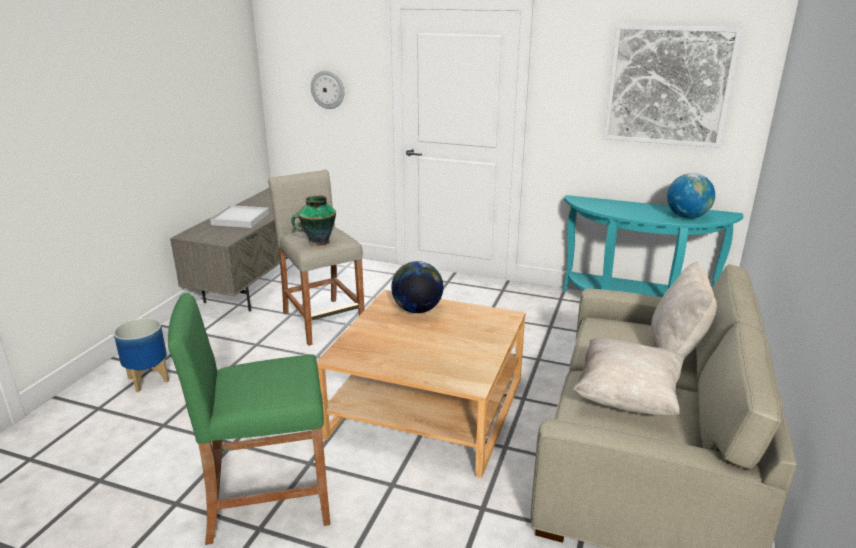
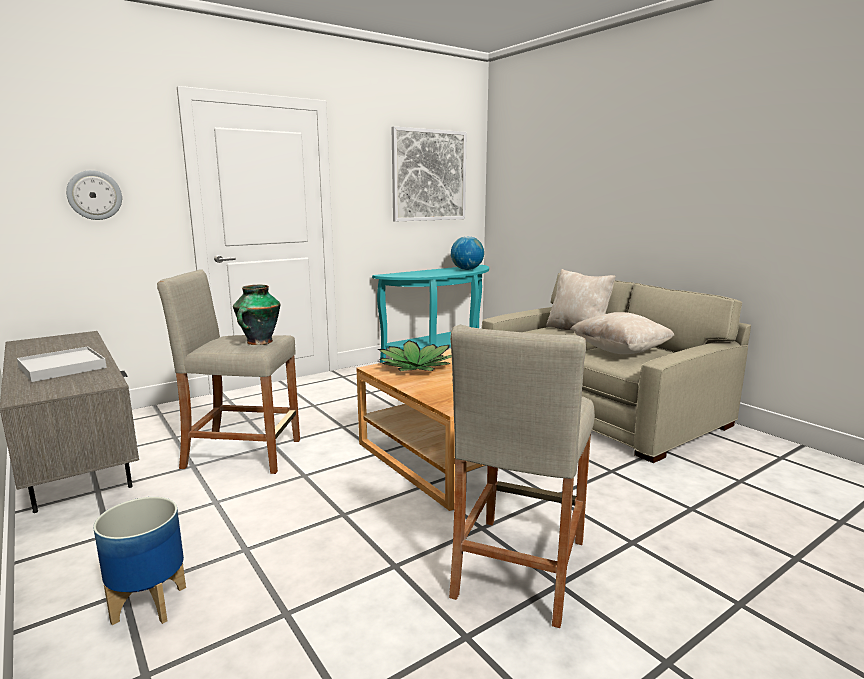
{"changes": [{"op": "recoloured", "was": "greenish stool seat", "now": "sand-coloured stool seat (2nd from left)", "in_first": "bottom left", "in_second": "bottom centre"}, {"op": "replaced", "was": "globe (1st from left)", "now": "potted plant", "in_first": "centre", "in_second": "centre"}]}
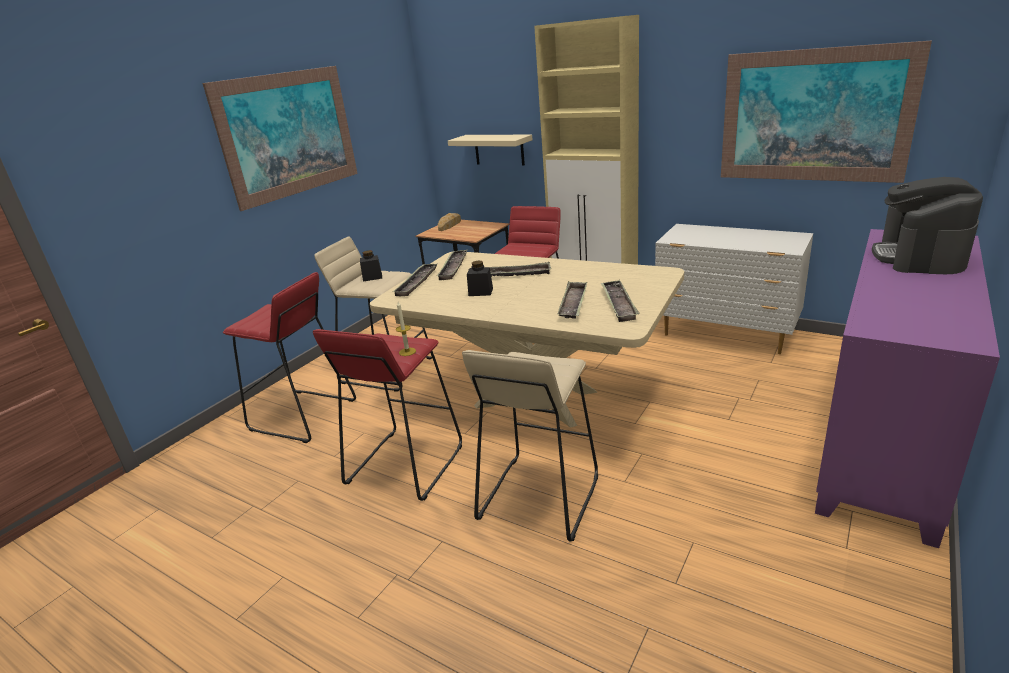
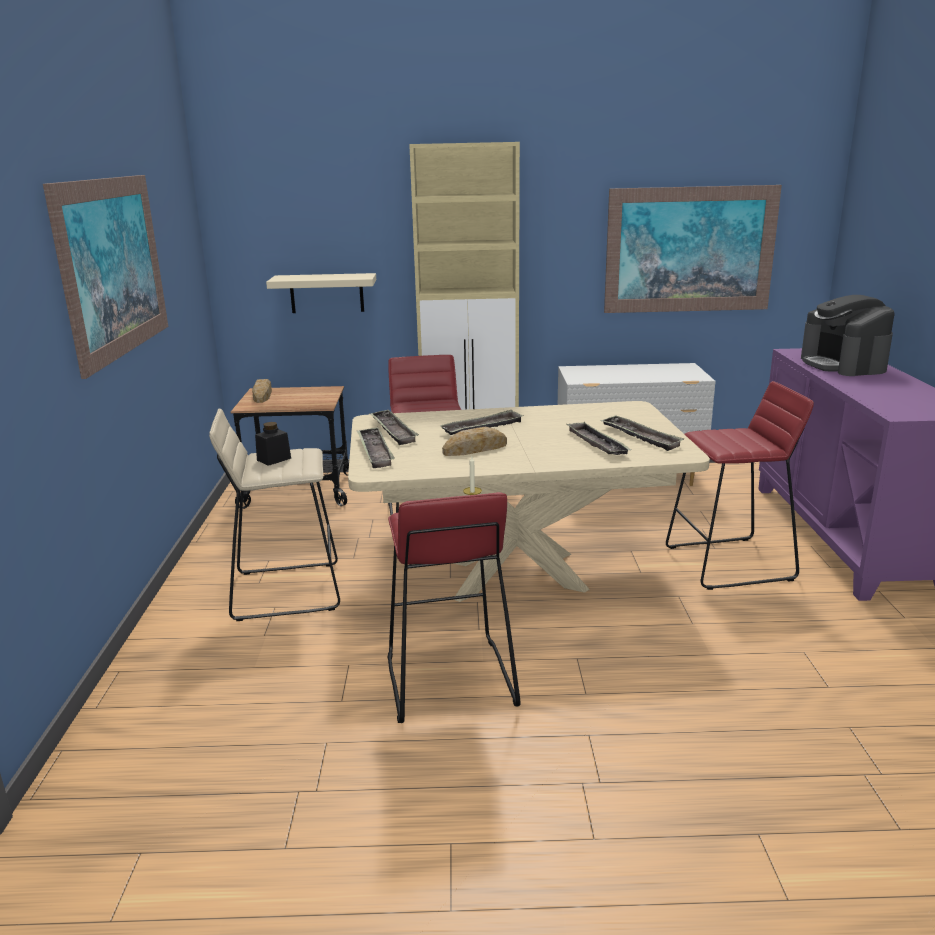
{"changes": [{"op": "moved", "was": "reddish stool seat (1st from left in the first image)", "now": "reddish stool seat (3rd from left)", "in_first": "middle left", "in_second": "middle right"}, {"op": "removed", "was": "sand-coloured stool seat (2nd from left)", "in_first": "centre"}, {"op": "replaced", "was": "black jar (2nd from left)", "now": "bakery bread (2nd from left)", "in_first": "centre", "in_second": "centre"}]}
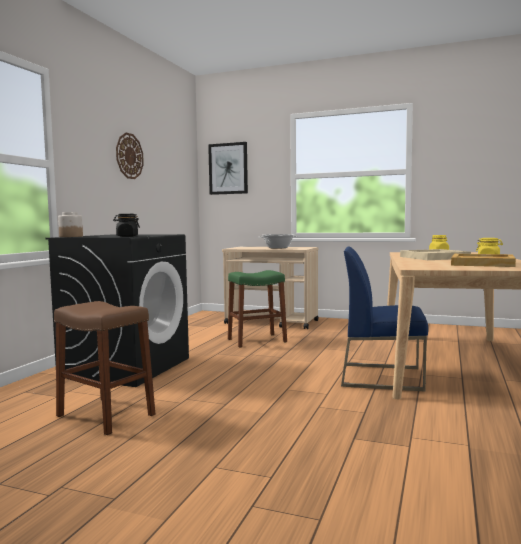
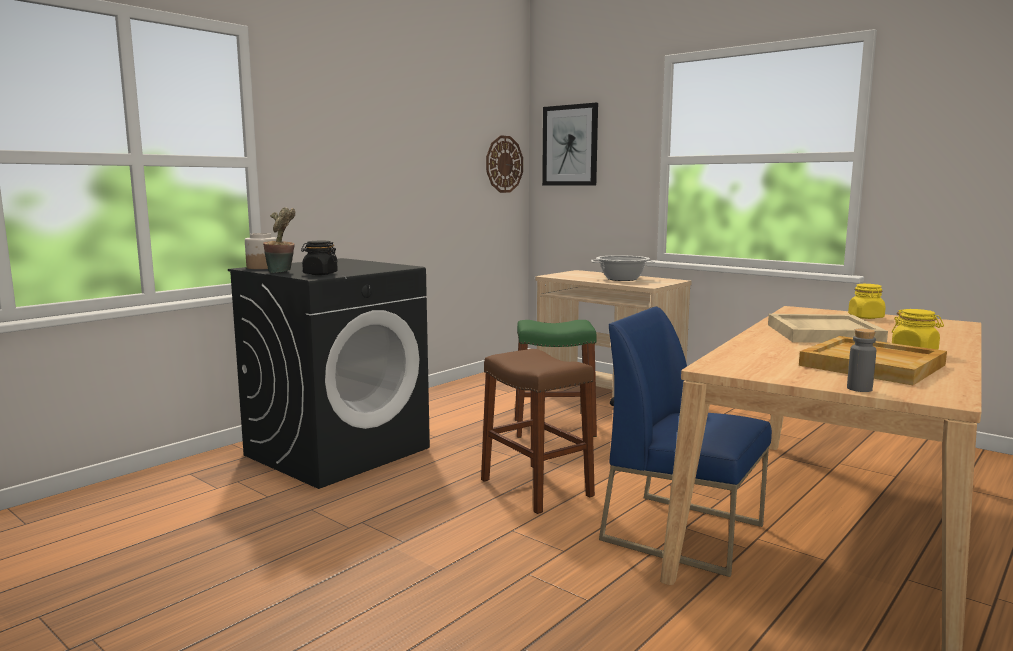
{"changes": [{"op": "moved", "was": "brownish stool seat", "in_first": "bottom left", "in_second": "centre"}, {"op": "moved", "was": "wall clock", "in_first": "top left", "in_second": "top centre"}, {"op": "added", "now": "potted plant", "in_second": "middle left"}, {"op": "added", "now": "grey drink bottle", "in_second": "middle right"}]}
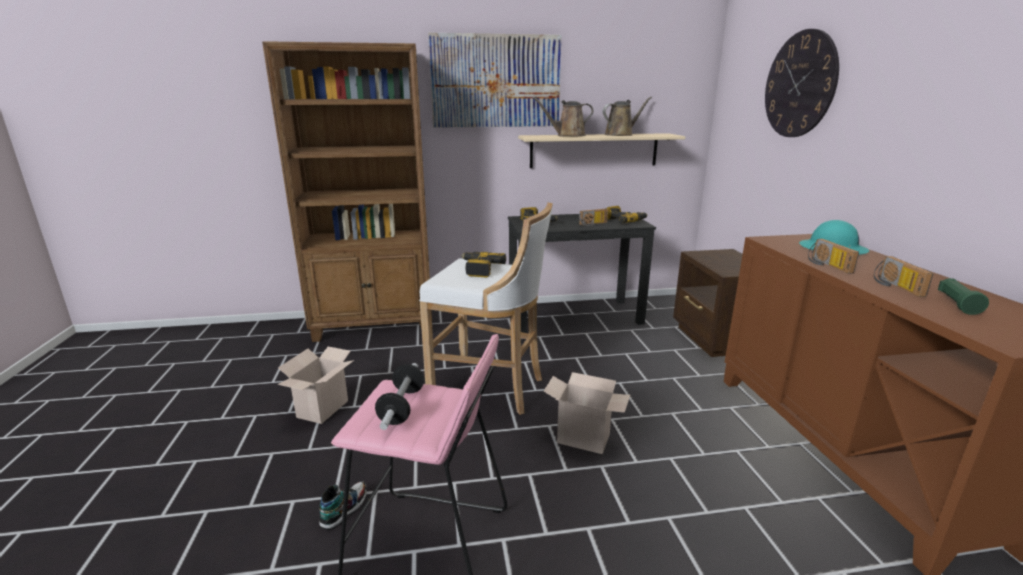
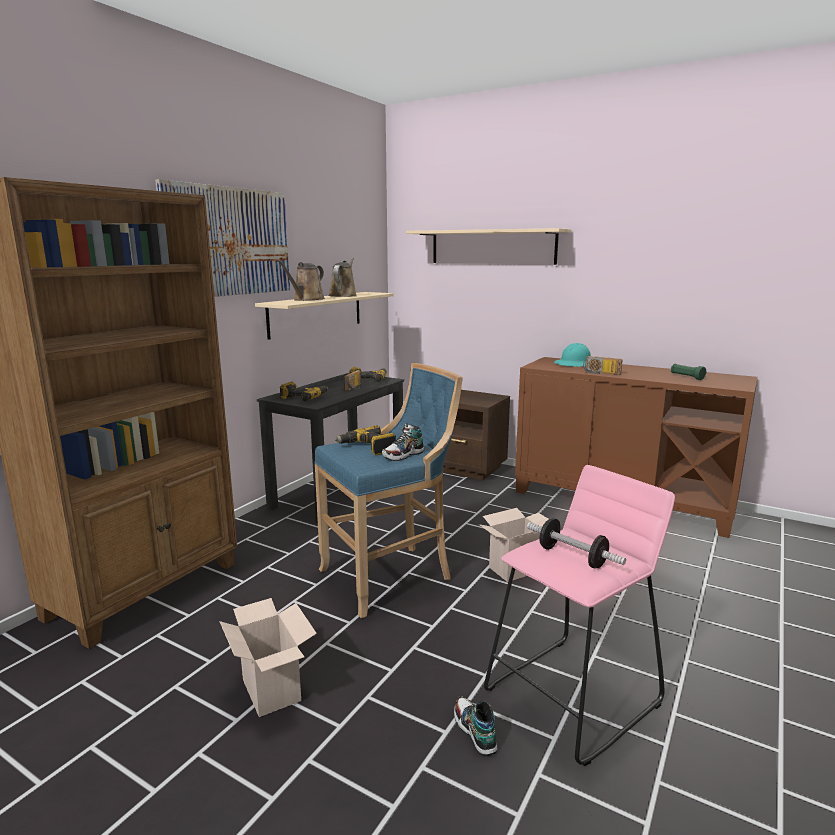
{"changes": [{"op": "recoloured", "was": "white stool seat", "now": "blue stool seat", "in_first": "centre", "in_second": "centre"}, {"op": "replaced", "was": "wall clock", "now": "sand-coloured bracket shelf (2nd from left)", "in_first": "top right", "in_second": "top centre"}, {"op": "removed", "was": "radio (3rd from left)", "in_first": "middle right"}, {"op": "added", "now": "low shoe (1st from left)", "in_second": "centre"}]}
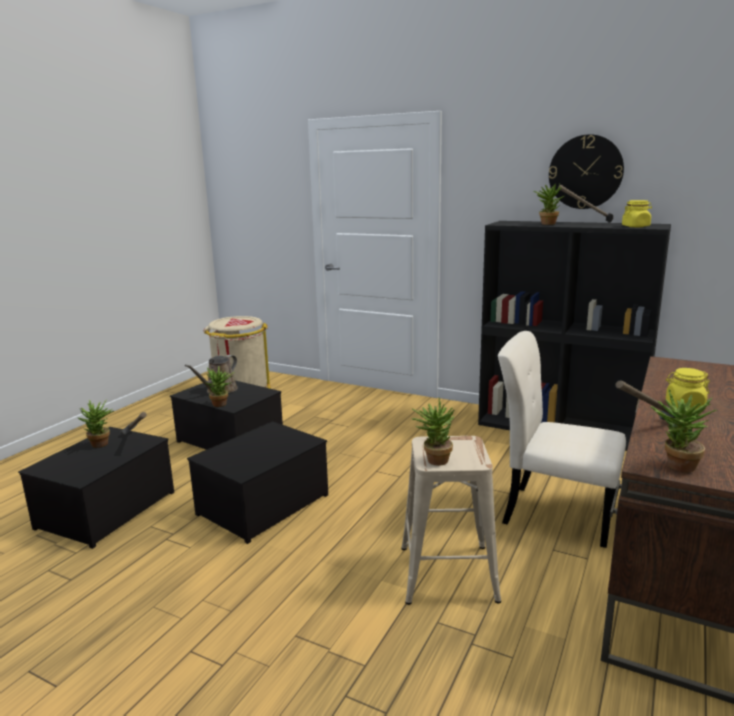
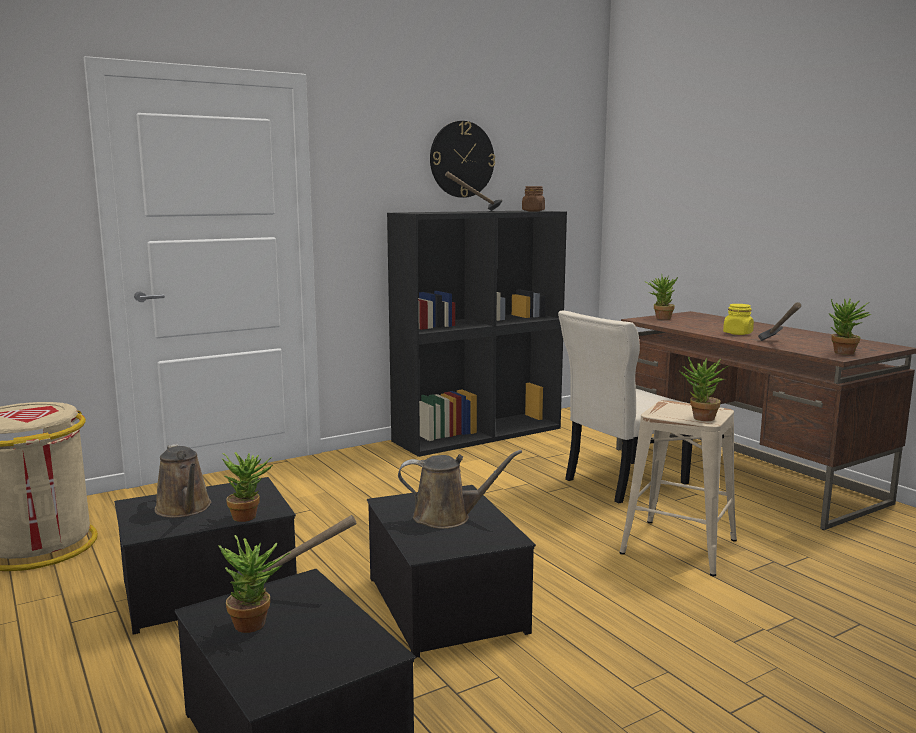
{"changes": [{"op": "moved", "was": "potted plant (4th from left in the first image)", "now": "potted plant (3rd from left)", "in_first": "top right", "in_second": "middle right"}, {"op": "recoloured", "was": "yellowish jar (1st from left)", "now": "brownish jar", "in_first": "top right", "in_second": "top centre"}, {"op": "added", "now": "brownish watering can (2nd from left)", "in_second": "bottom centre"}]}
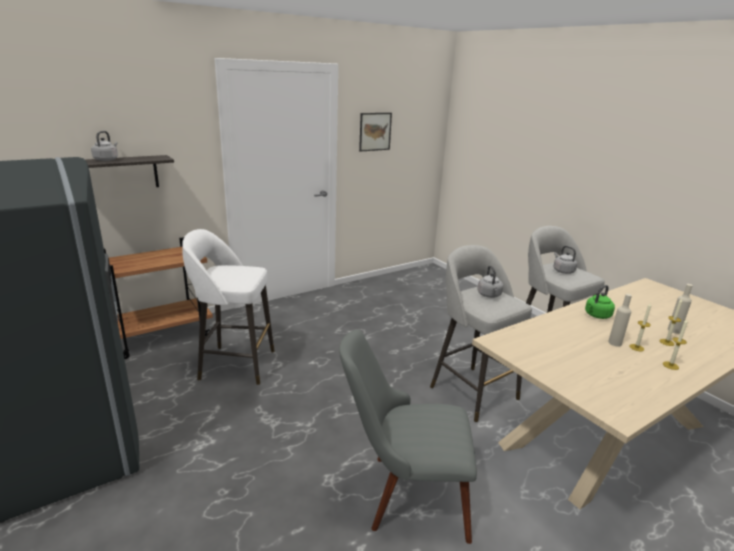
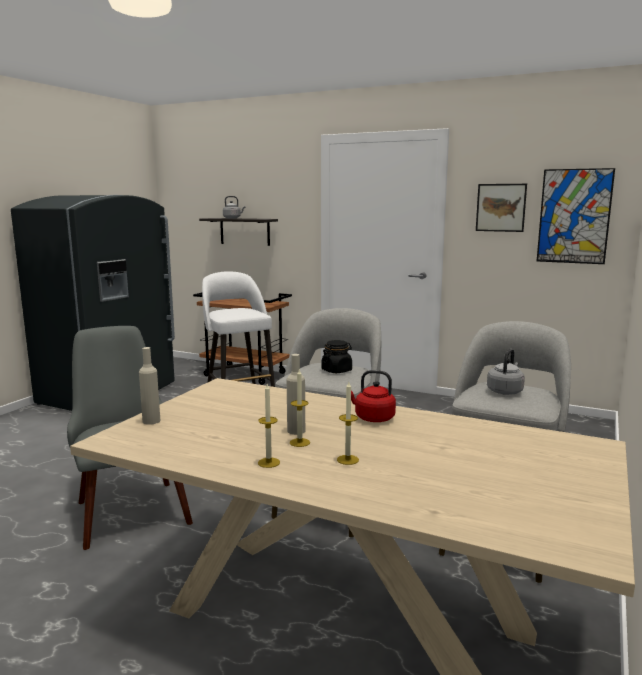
{"changes": [{"op": "replaced", "was": "grey kettle (2nd from left)", "now": "black jar", "in_first": "middle right", "in_second": "centre"}, {"op": "recoloured", "was": "greenish kettle", "now": "reddish kettle", "in_first": "middle right", "in_second": "centre"}, {"op": "moved", "was": "sand-coloured drink bottle (2nd from left in the first image)", "now": "sand-coloured drink bottle (1st from left)", "in_first": "middle right", "in_second": "middle left"}, {"op": "added", "now": "picture (2nd from left)", "in_second": "top right"}]}
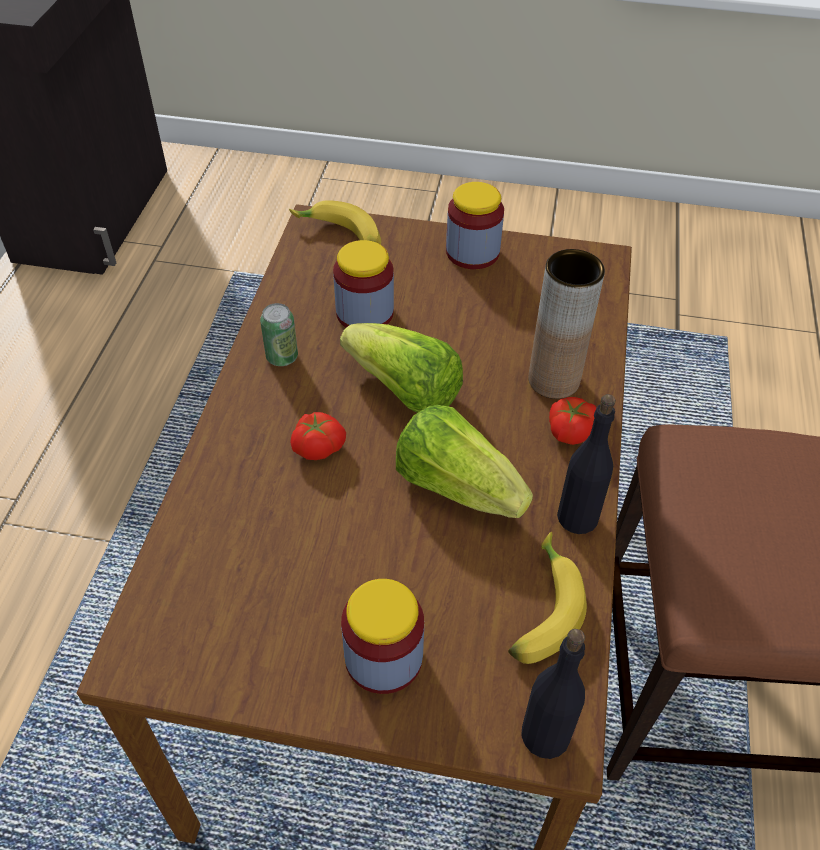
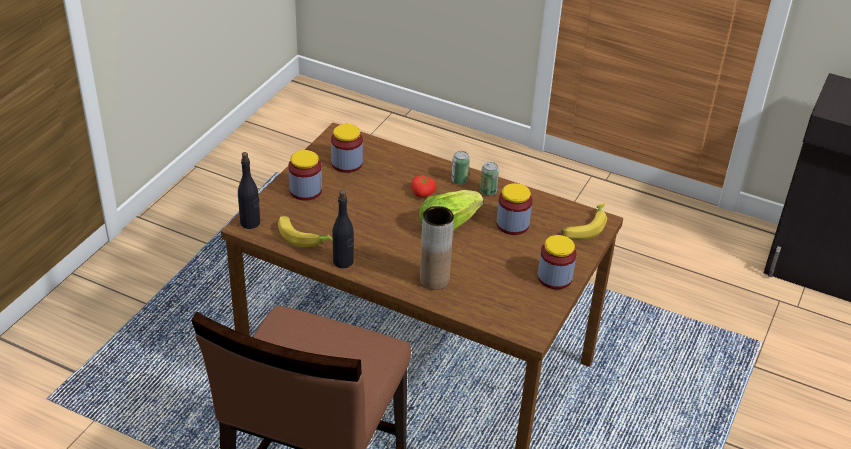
{"changes": [{"op": "removed", "was": "head of lettuce (2nd from left)", "in_first": "centre"}, {"op": "removed", "was": "whole tomato (2nd from left)", "in_first": "middle right"}, {"op": "added", "now": "jar (2nd from left)", "in_second": "top centre"}, {"op": "added", "now": "can (1st from left)", "in_second": "centre"}]}
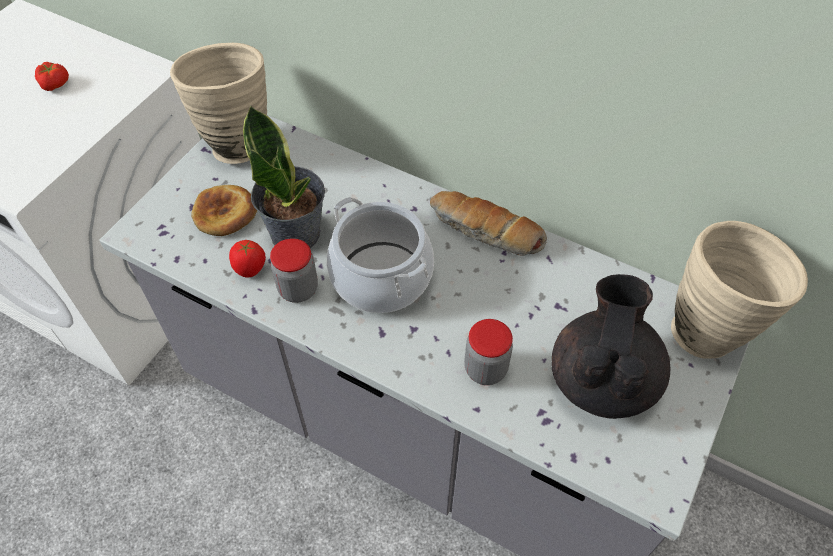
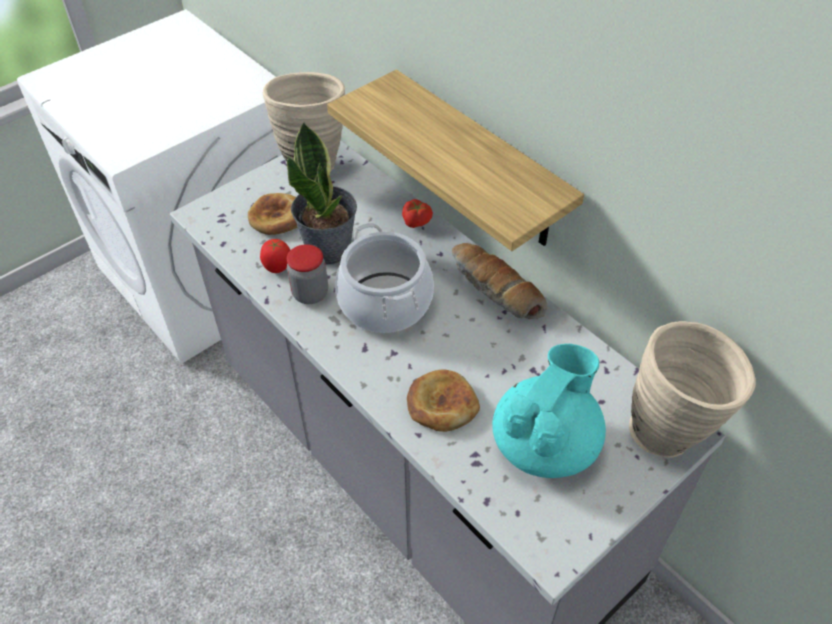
{"changes": [{"op": "moved", "was": "whole tomato (1st from left in the first image)", "now": "whole tomato (2nd from left)", "in_first": "top left", "in_second": "centre"}, {"op": "replaced", "was": "jar (2nd from left)", "now": "bakery bread (2nd from left)", "in_first": "centre", "in_second": "centre"}, {"op": "recoloured", "was": "black teapot", "now": "turquoise teapot", "in_first": "middle right", "in_second": "centre"}, {"op": "added", "now": "bracket shelf", "in_second": "top centre"}]}
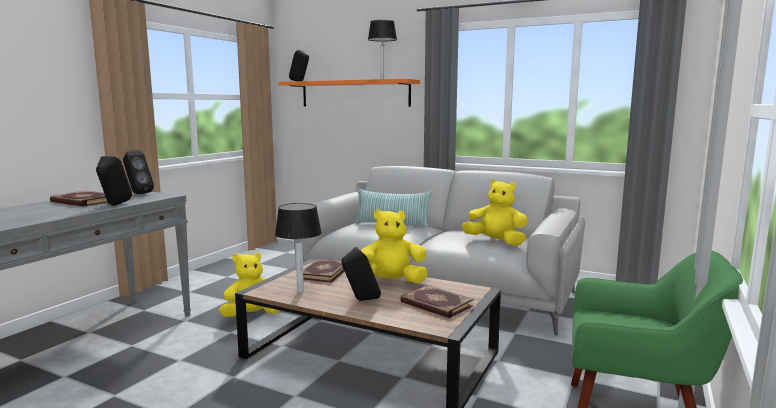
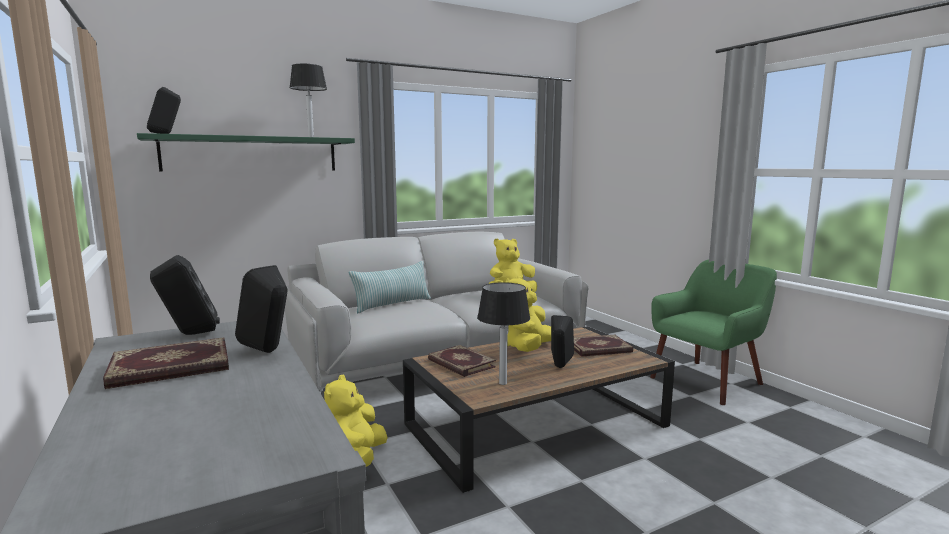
{"changes": [{"op": "recoloured", "was": "orange-coloured bracket shelf", "now": "greenish bracket shelf", "in_first": "top centre", "in_second": "top left"}]}
